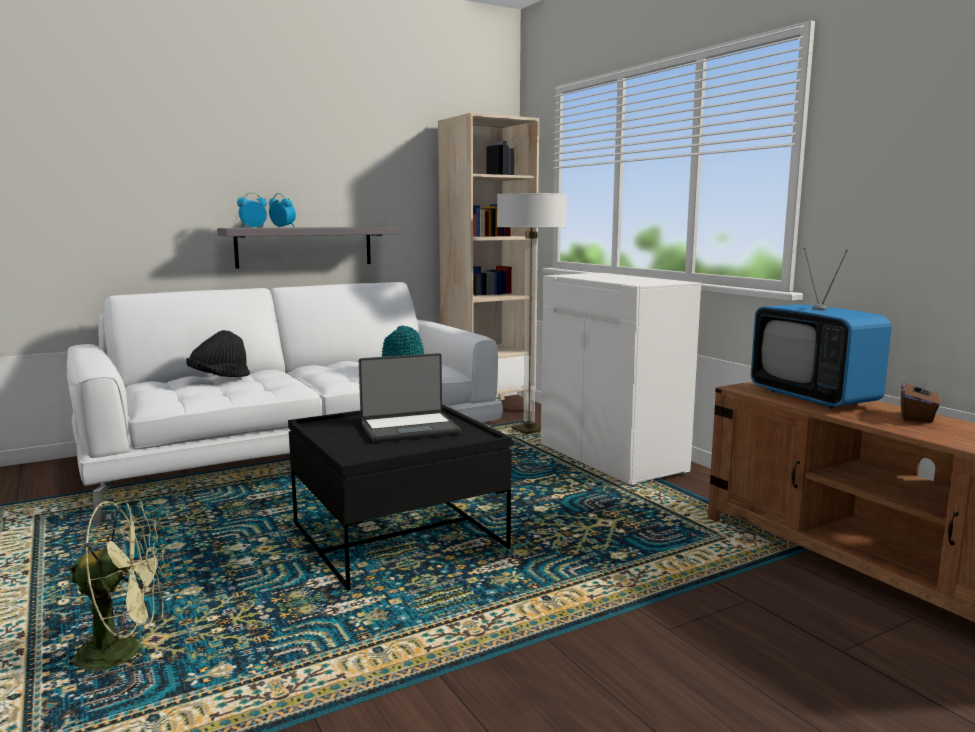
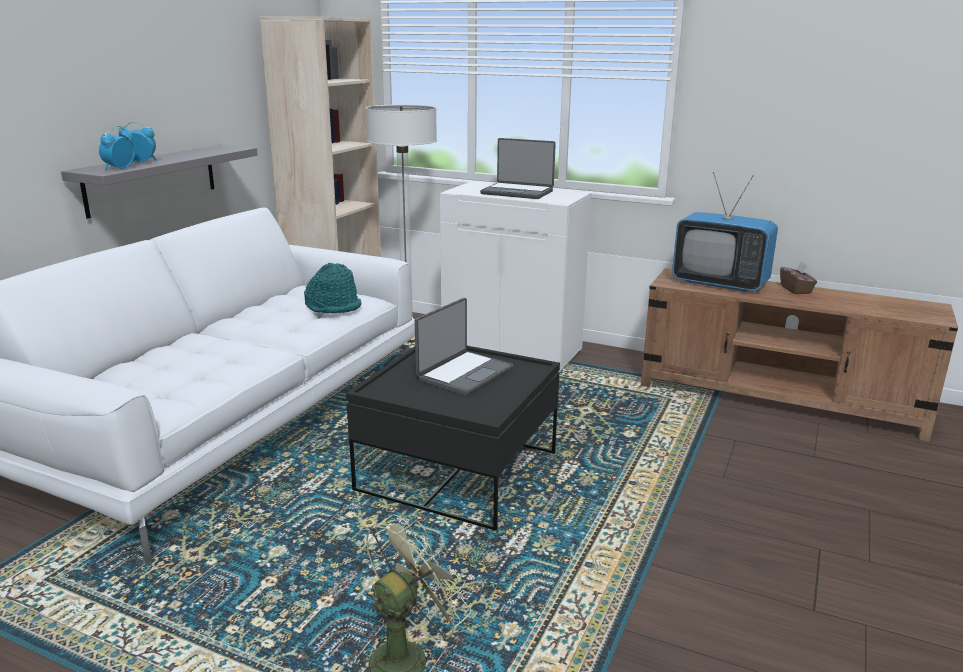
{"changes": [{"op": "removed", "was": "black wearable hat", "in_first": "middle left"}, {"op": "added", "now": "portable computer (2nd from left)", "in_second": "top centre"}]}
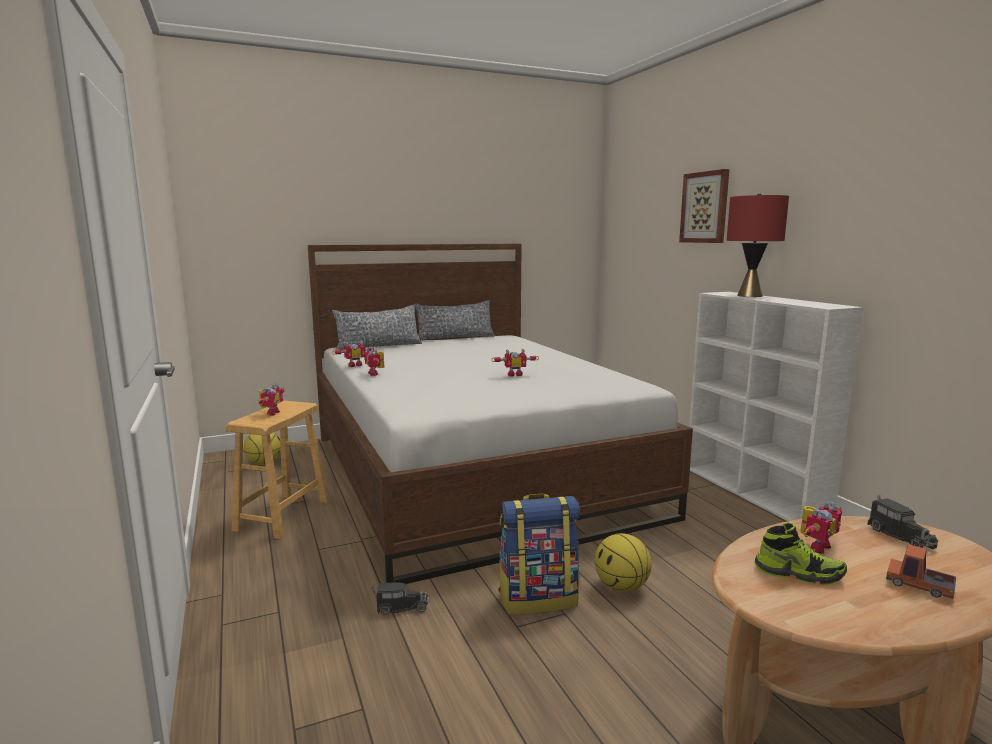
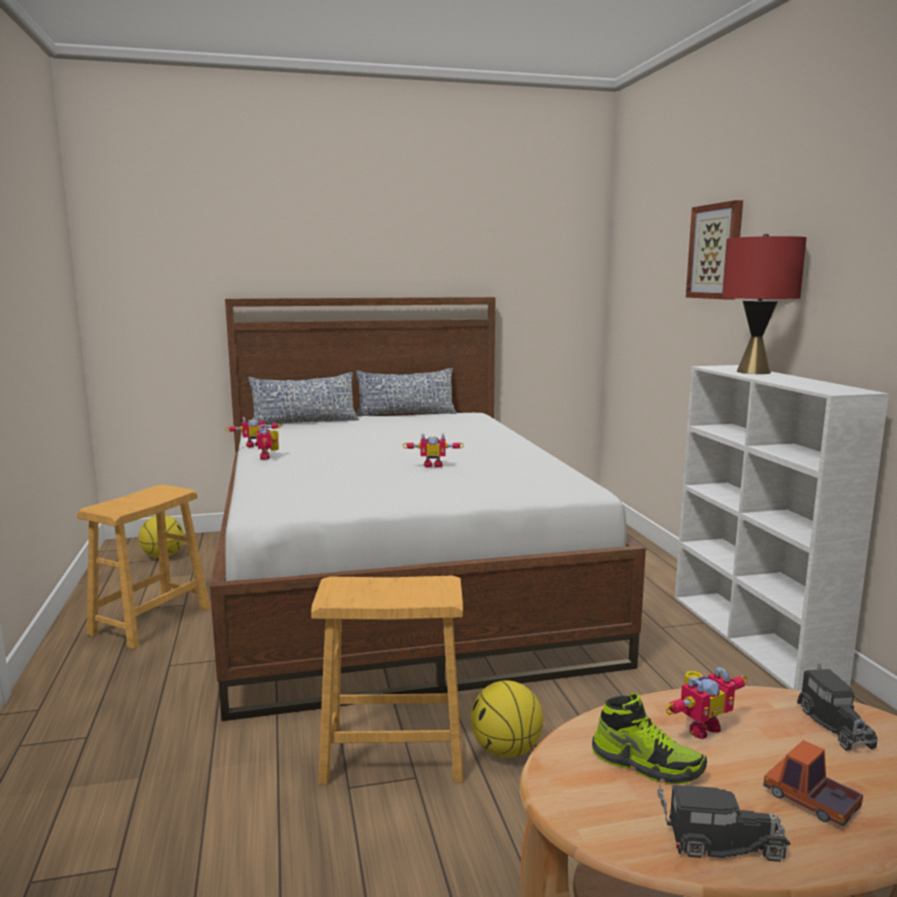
{"changes": [{"op": "removed", "was": "model robot (1st from left)", "in_first": "middle left"}, {"op": "moved", "was": "toy lorry (1st from left)", "in_first": "bottom centre", "in_second": "bottom right"}, {"op": "replaced", "was": "backpack", "now": "brownish stool seat (2nd from left)", "in_first": "bottom centre", "in_second": "bottom centre"}]}
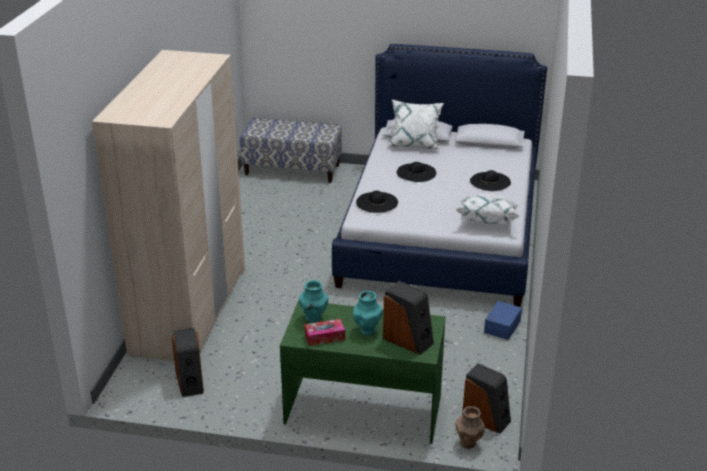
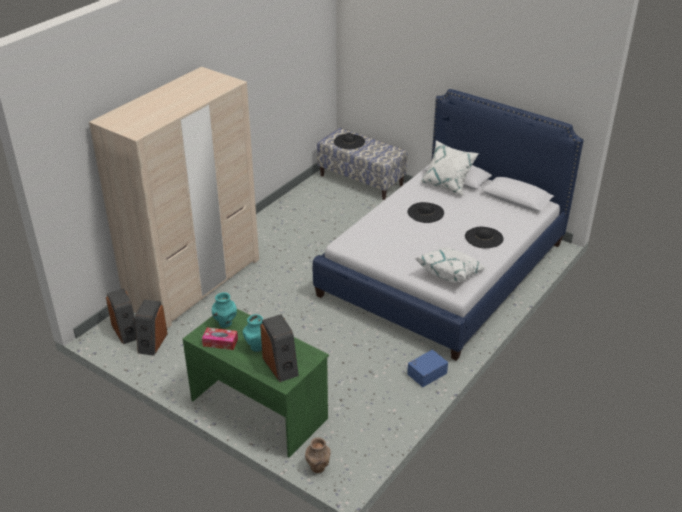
{"changes": [{"op": "moved", "was": "black wearable hat (1st from left)", "in_first": "centre", "in_second": "top centre"}, {"op": "moved", "was": "speaker (3rd from left in the first image)", "now": "speaker (1st from left)", "in_first": "bottom right", "in_second": "middle left"}]}
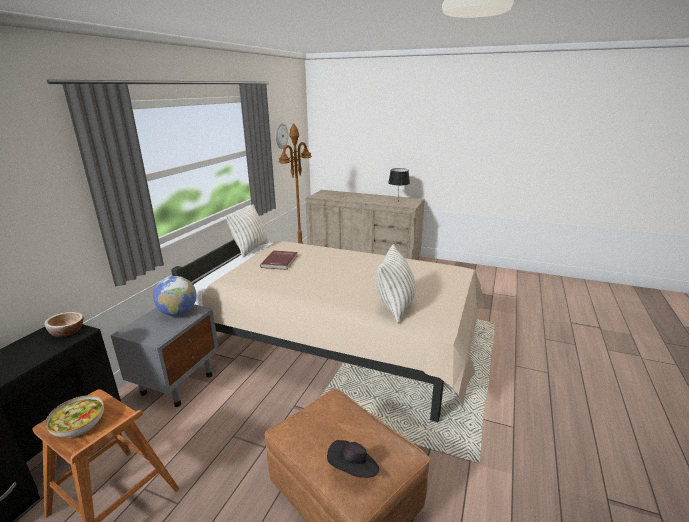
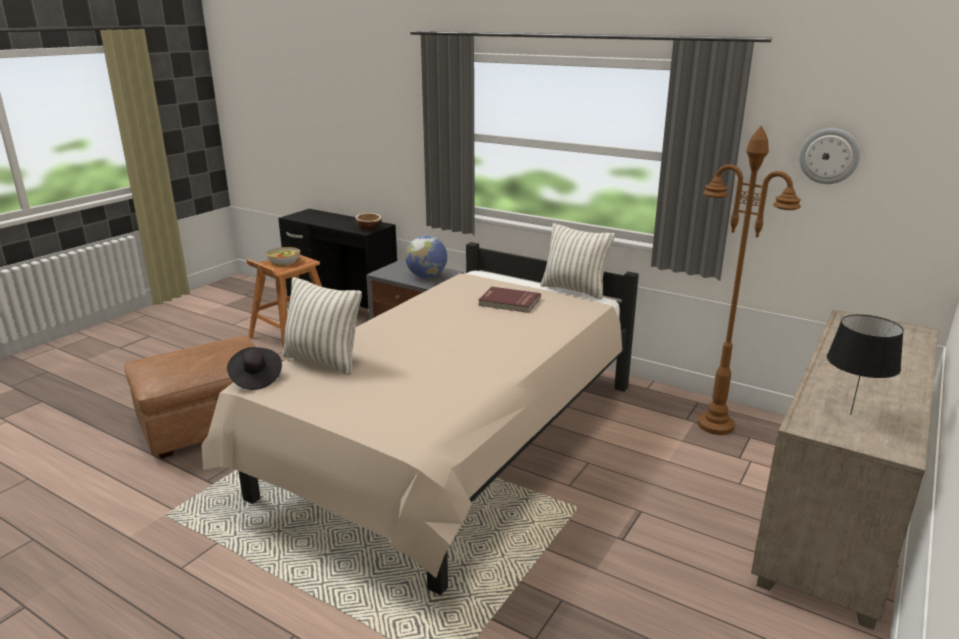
{"changes": [{"op": "moved", "was": "black wearable hat", "in_first": "bottom centre", "in_second": "middle left"}]}
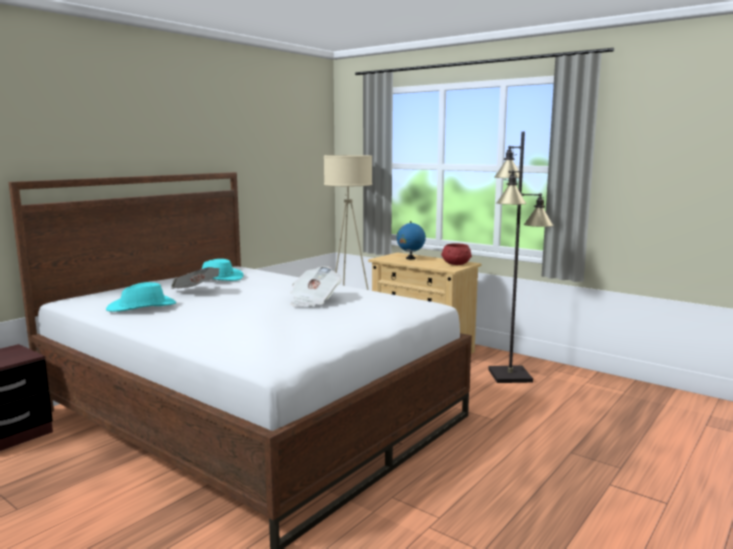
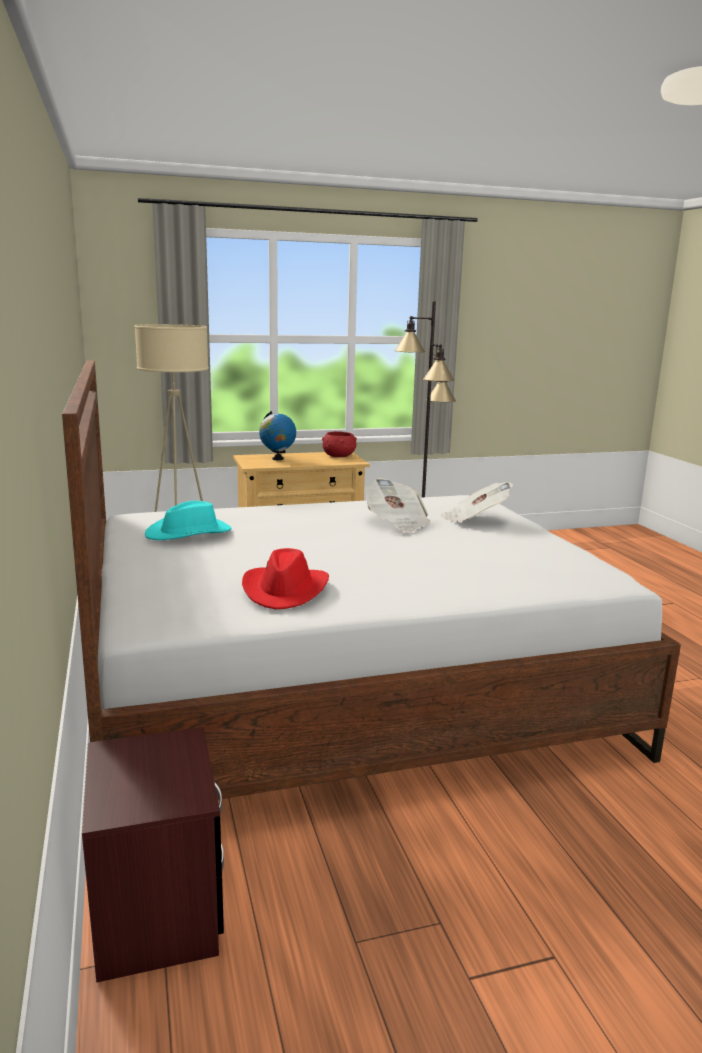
{"changes": [{"op": "recoloured", "was": "turquoise wearable hat (1st from left)", "now": "reddish wearable hat", "in_first": "middle left", "in_second": "centre"}, {"op": "moved", "was": "daily paper (1st from left in the first image)", "now": "daily paper (2nd from left)", "in_first": "middle left", "in_second": "middle right"}]}
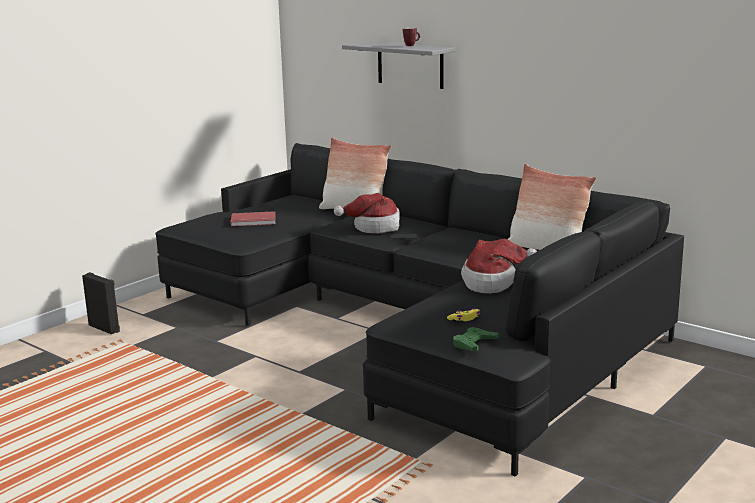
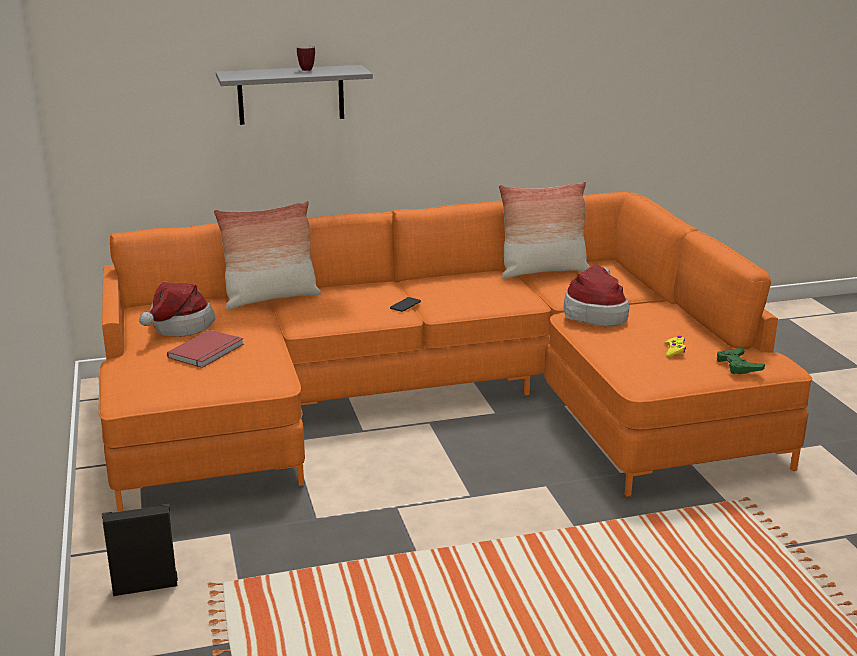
{"changes": [{"op": "recoloured", "was": "black couch", "now": "orange-coloured couch", "in_first": "centre", "in_second": "centre"}, {"op": "moved", "was": "wearable hat (1st from left)", "in_first": "centre", "in_second": "middle left"}]}
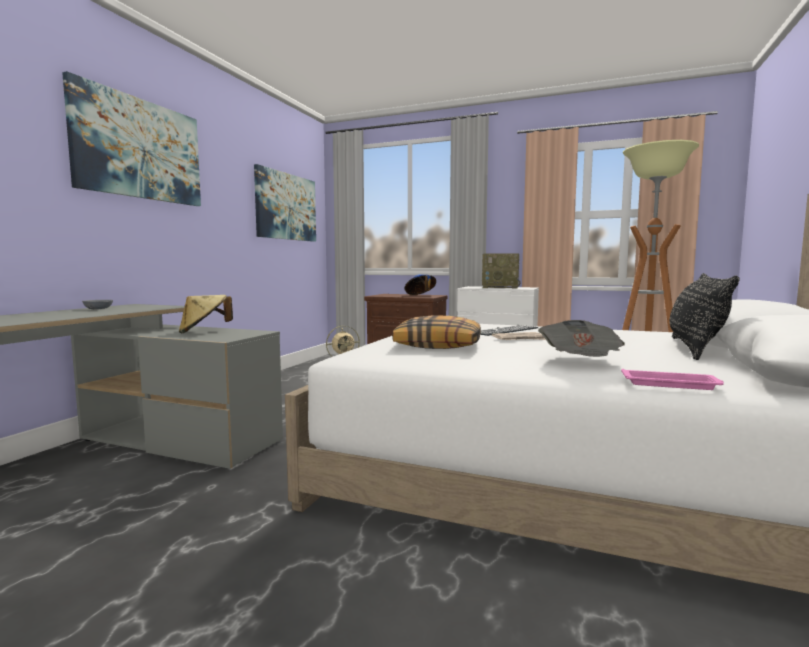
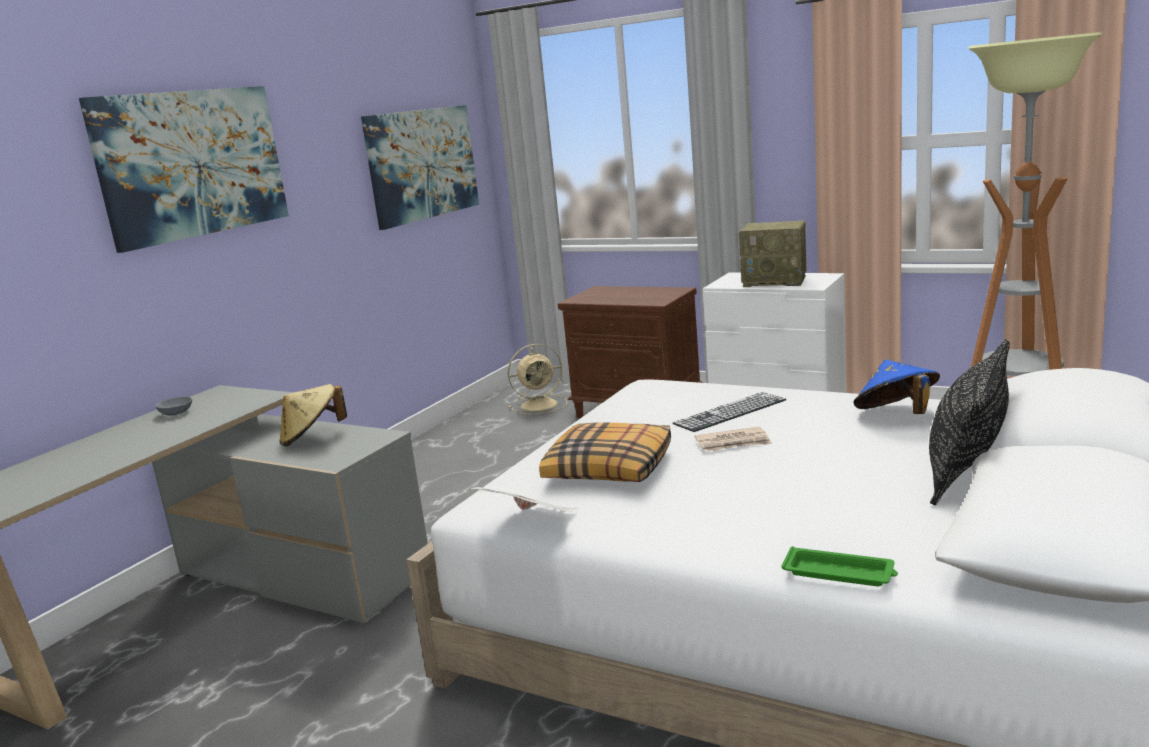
{"changes": [{"op": "moved", "was": "blue wearable hat", "in_first": "centre", "in_second": "middle right"}, {"op": "moved", "was": "daily paper (2nd from left in the first image)", "now": "daily paper (1st from left)", "in_first": "middle right", "in_second": "bottom centre"}, {"op": "recoloured", "was": "pinkish serving tray", "now": "greenish serving tray", "in_first": "middle right", "in_second": "bottom right"}]}
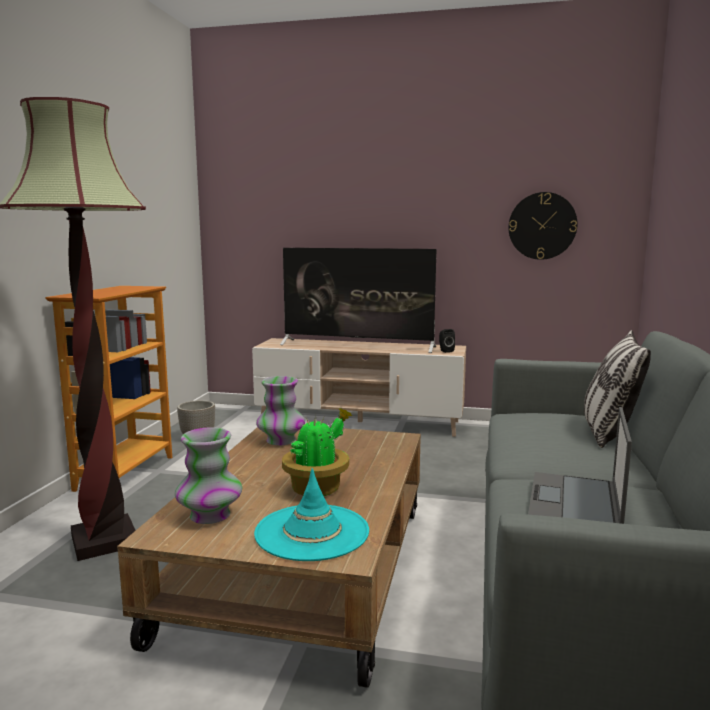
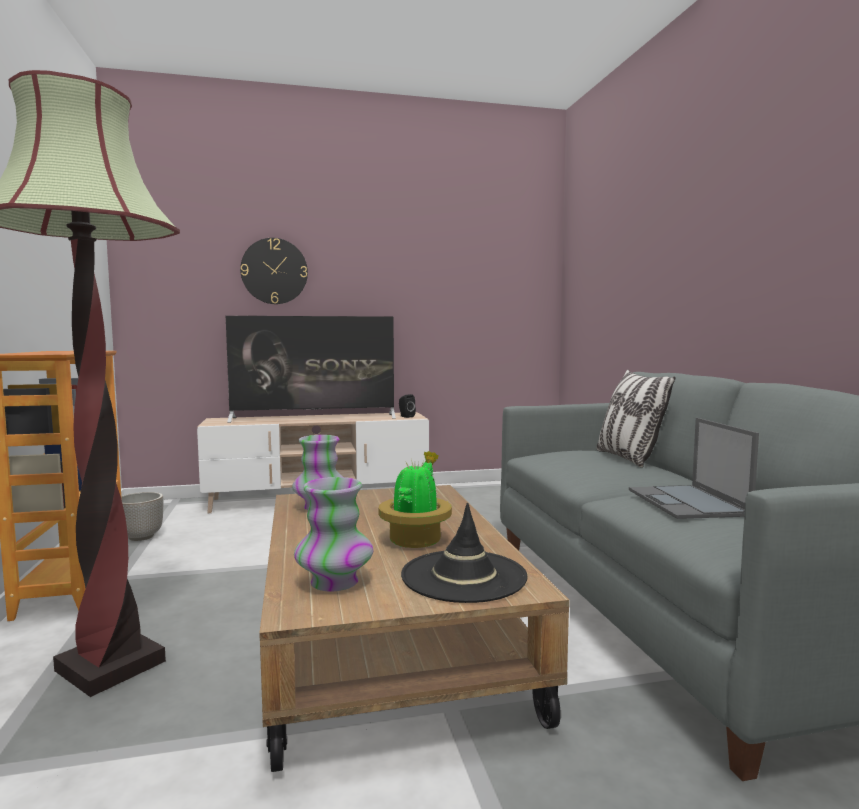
{"changes": [{"op": "recoloured", "was": "turquoise wearable hat", "now": "black wearable hat", "in_first": "bottom centre", "in_second": "bottom centre"}, {"op": "moved", "was": "wall clock", "in_first": "top right", "in_second": "middle left"}]}
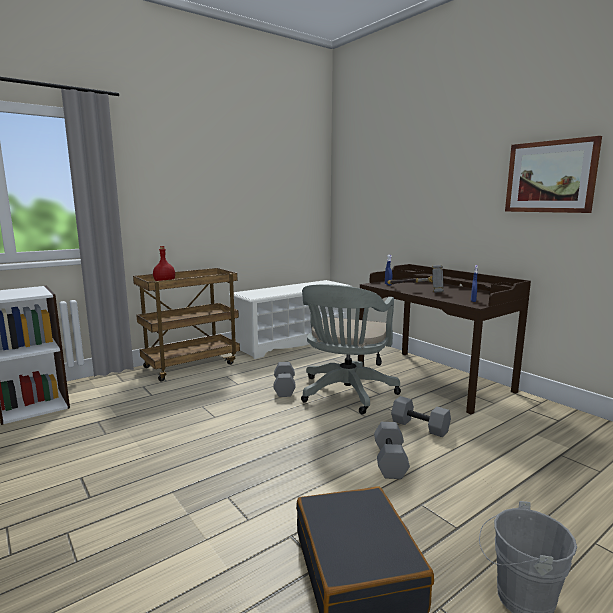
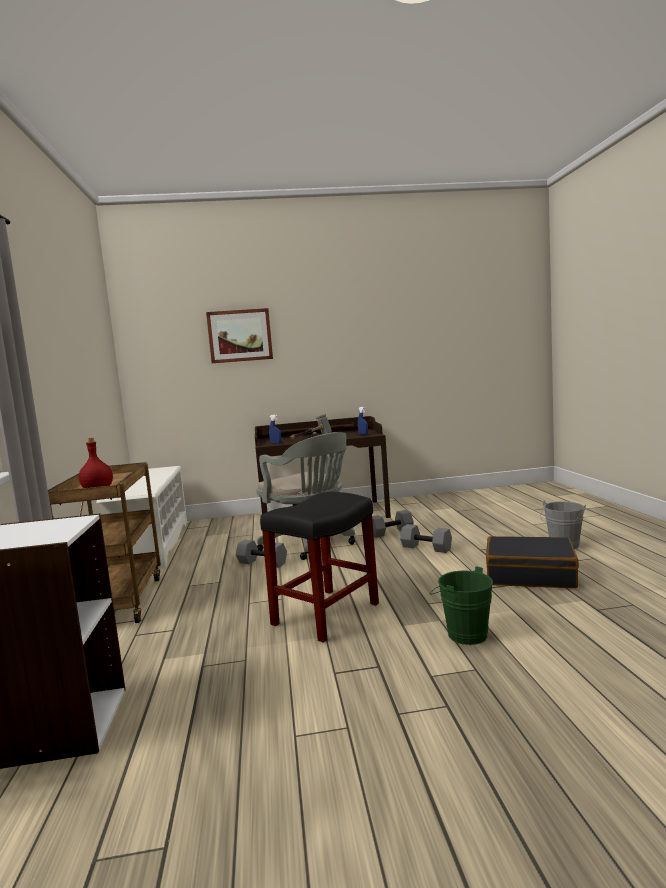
{"changes": [{"op": "moved", "was": "picture", "in_first": "top right", "in_second": "centre"}, {"op": "added", "now": "black stool seat", "in_second": "centre"}, {"op": "added", "now": "greenish water bucket", "in_second": "bottom right"}]}
